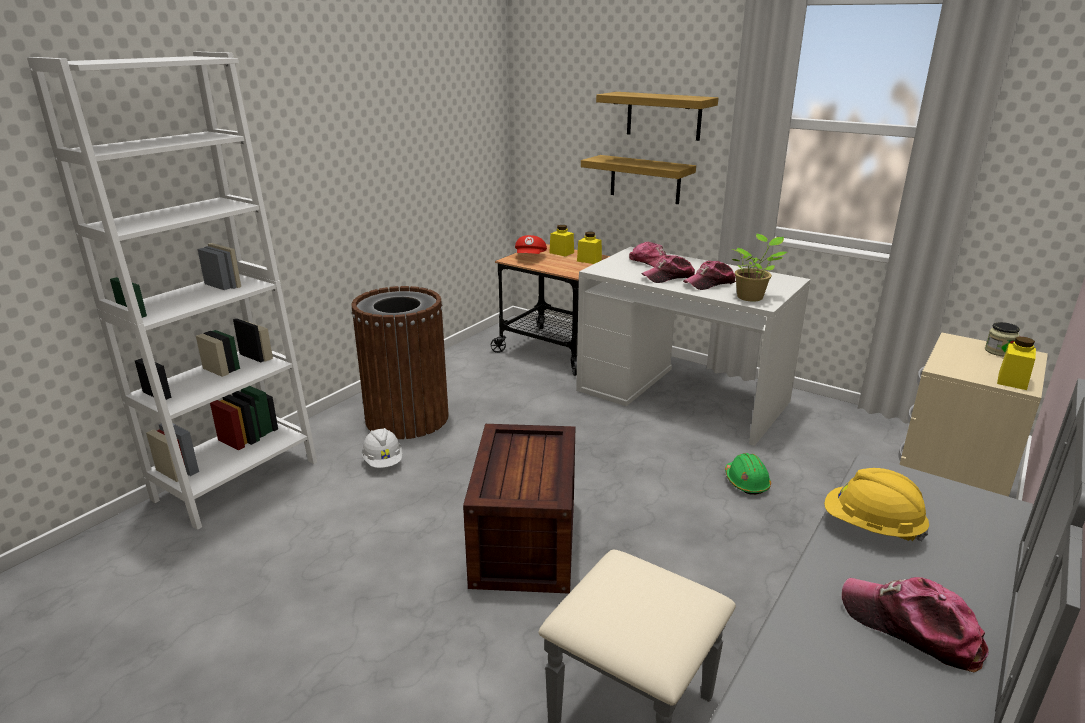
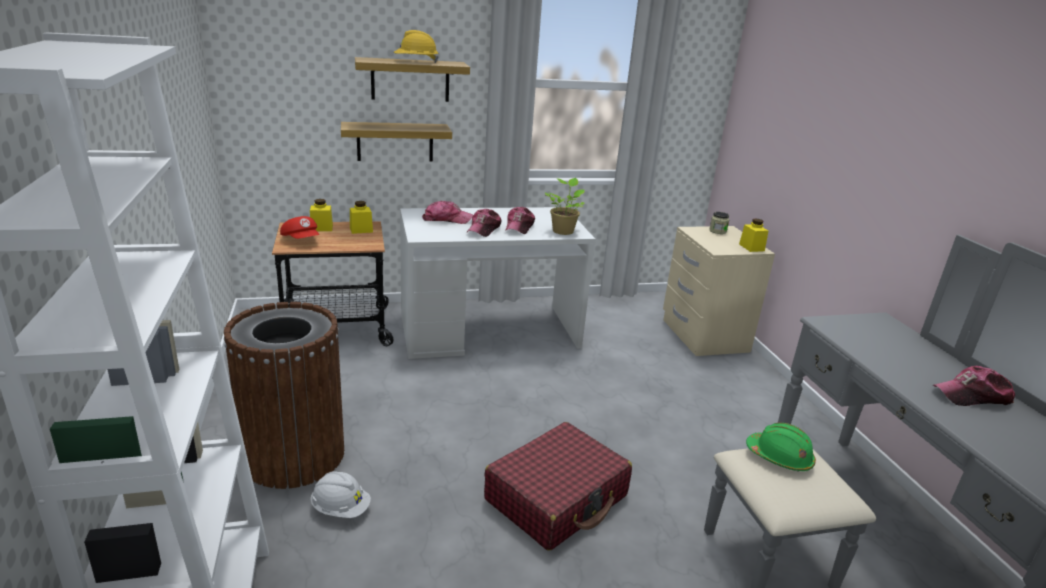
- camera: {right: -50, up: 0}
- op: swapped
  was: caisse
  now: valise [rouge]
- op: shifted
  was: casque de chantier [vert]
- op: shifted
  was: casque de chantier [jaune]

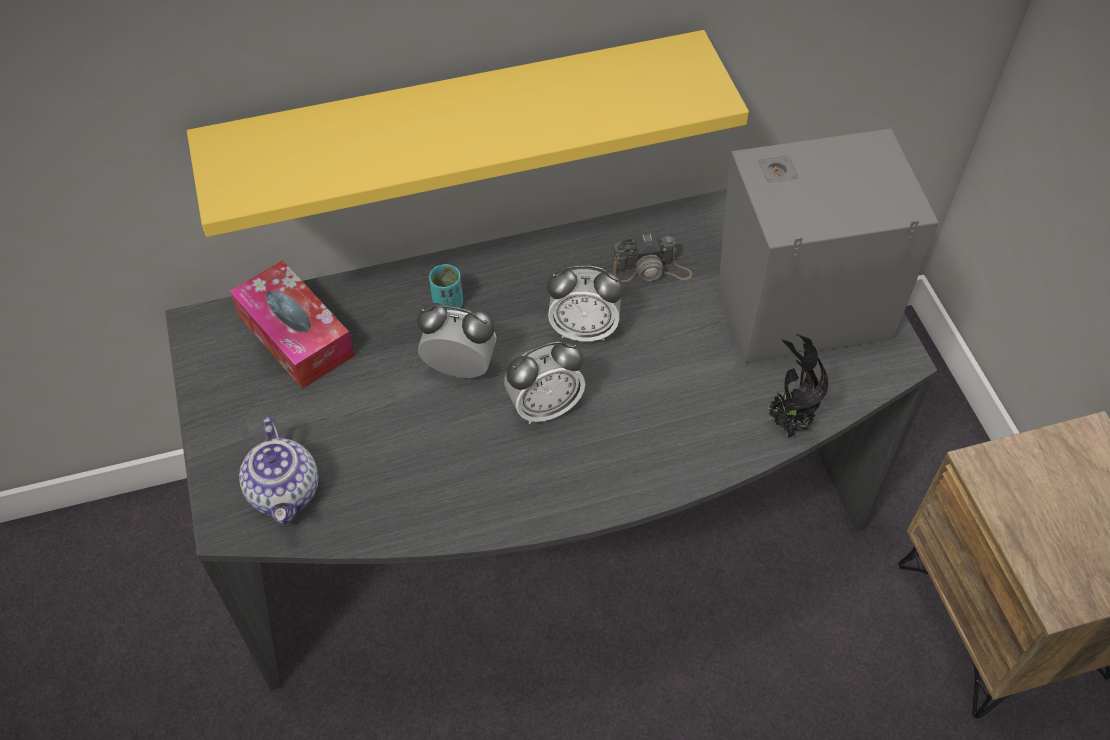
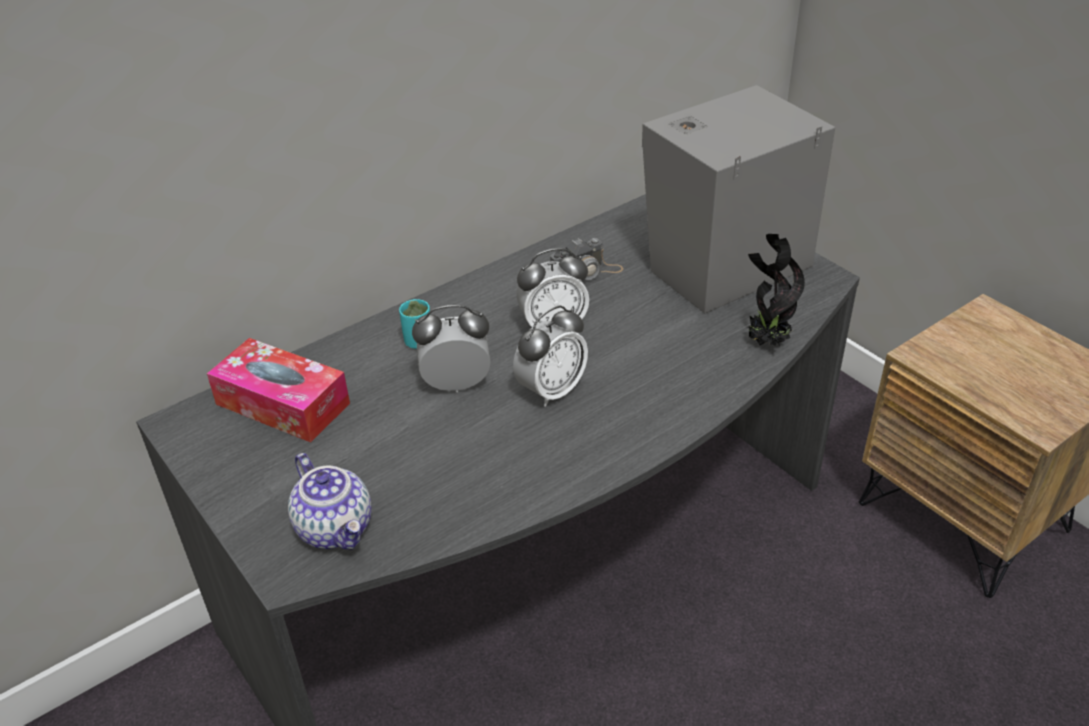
- camera: {right: -20, up: -15}
- op: gone
  was: étagère [jaune]

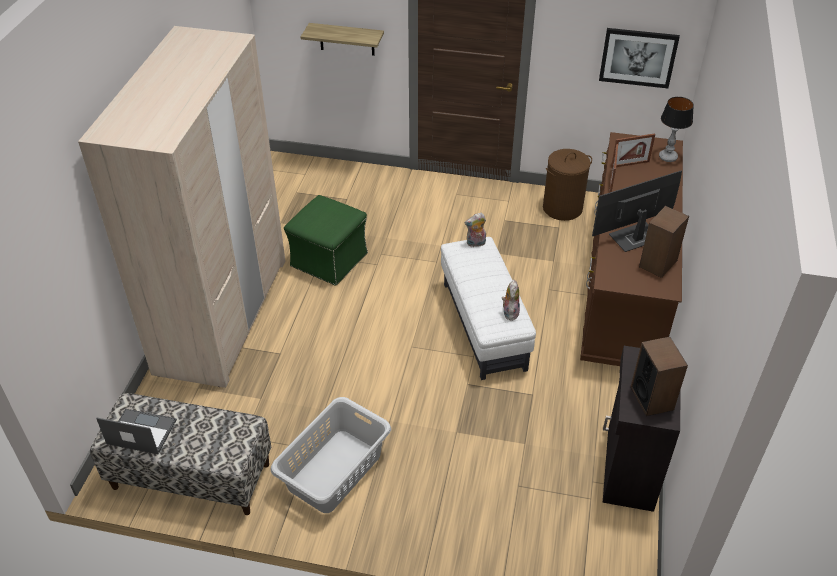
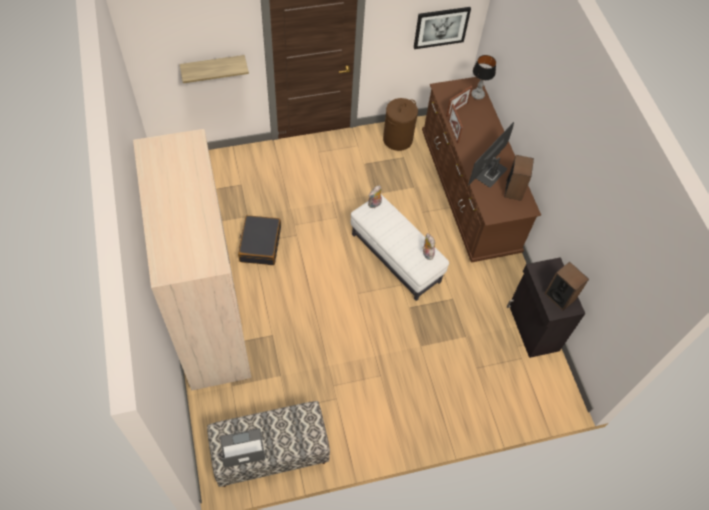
- camera: {right: -30, up: 15}
- op: swapped
  was: pouf [vert]
  now: valise [noir]
- op: gone
  was: panier à linge [gris]

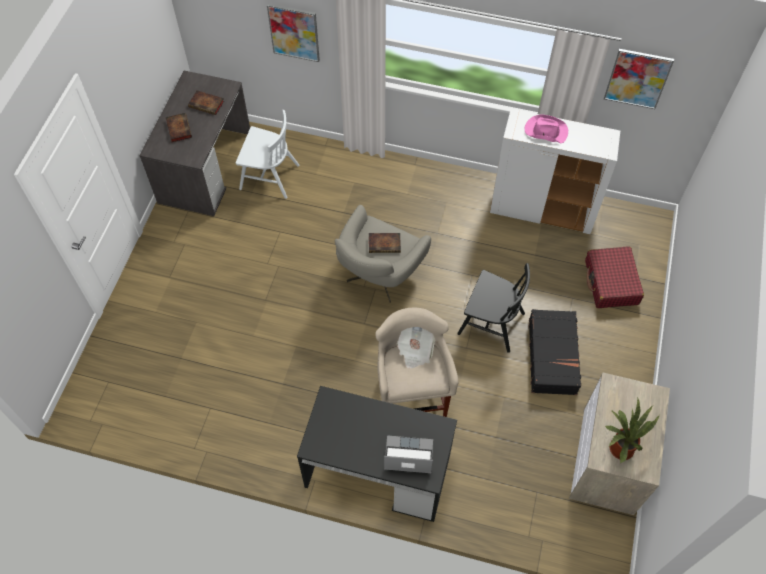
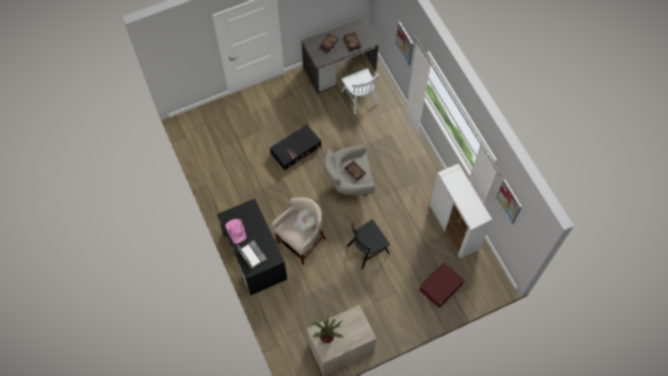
- camera: {right: 50, up: 5}
- op: shifted
  was: chapeau [rose]
- op: rotated
  was: chaise [noir]
  clockwise: 75
- op: shifted
  was: valise [noir]

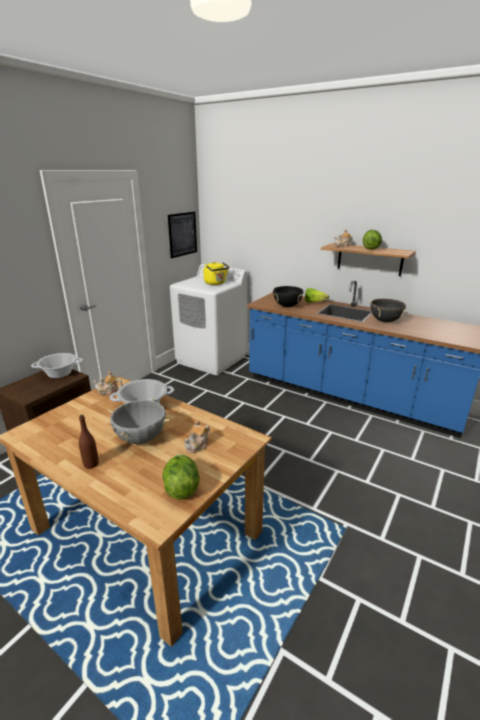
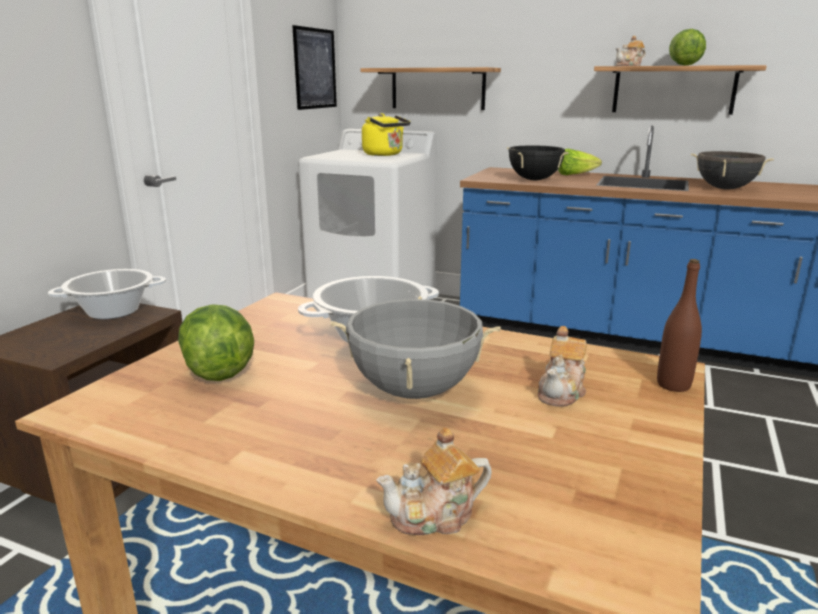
- camera: {right: -10, up: -5}
- op: shifted
  was: théière (no. 1 from left)
- op: shifted
  was: bouteille [marron]
- op: shifted
  was: laitue (no. 1 from left)
- op: new
  now: étagère (no. 1 from left)

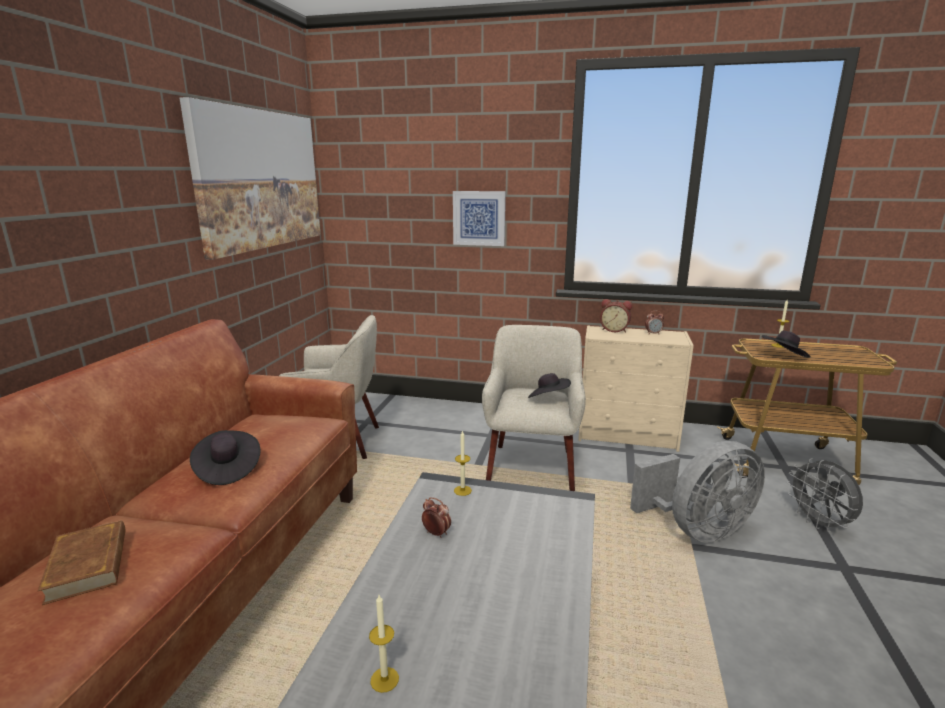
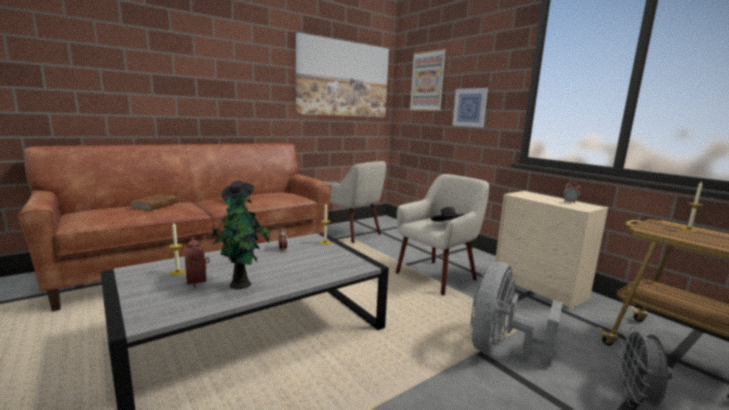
- camera: {right: 40, up: -5}
- op: shifted
  was: réveil (no. 2 from left in the first image)
  now: réveil (no. 1 from left)
- op: gone
  was: chapeau [noir] (no. 3 from left)
- op: rotated
  was: ventilateur [gris] (no. 1 from left)
  clockwise: 105
- op: new
  now: tableau (no. 2 from left)
- op: new
  now: plante en pot

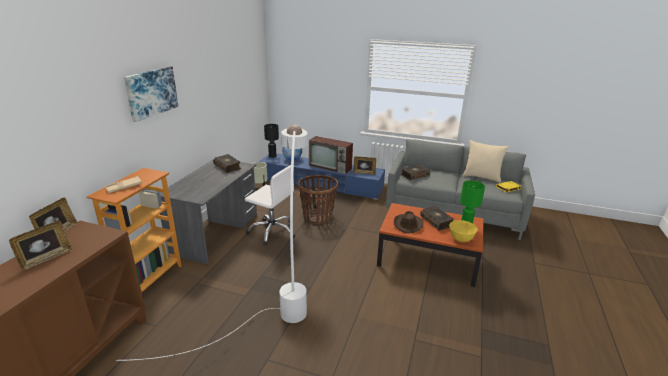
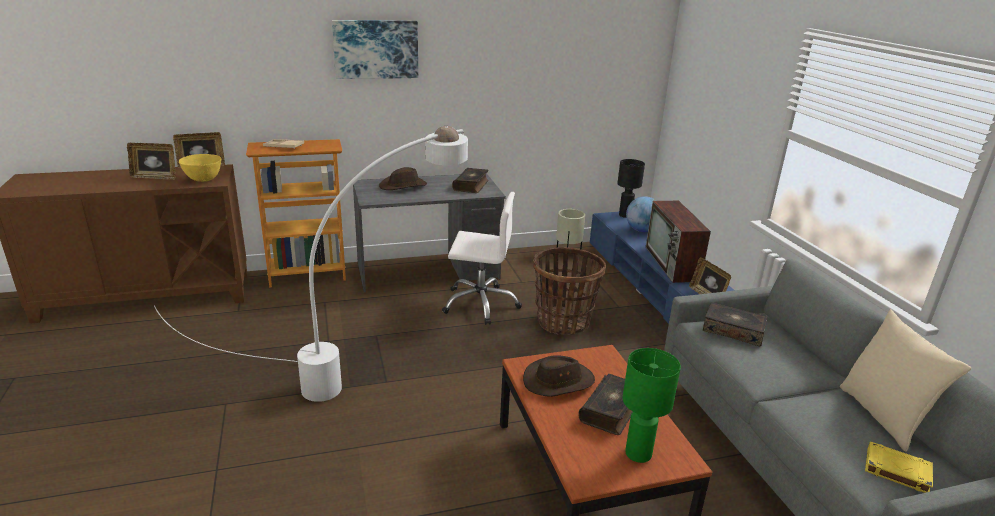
- camera: {right: 55, up: 0}
- op: rotated
  was: chaise de bureau [blanc]
  clockwise: -75
- op: shifted
  was: bol [jaune]
- op: new
  now: chapeau [marron] (no. 1 from left)

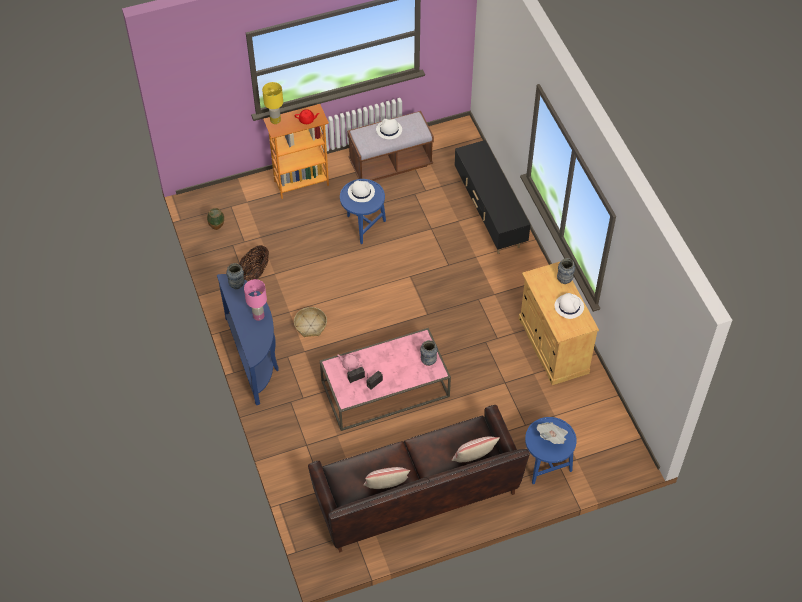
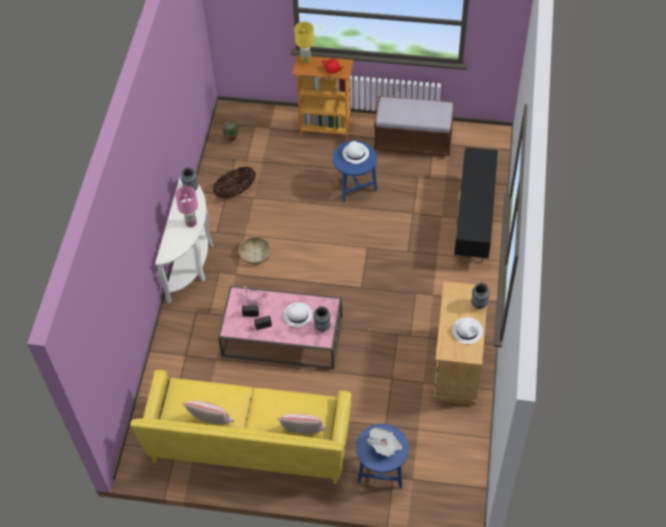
- camera: {right: 30, up: 0}
- op: shifted
  was: chapeau [blanc] (no. 2 from left in the first image)
  now: chapeau [blanc] (no. 1 from left)
- op: repainted
  was: table console [bleu]
  now: table console [blanc]
- op: repainted
  was: canapé [marron]
  now: canapé [jaune]

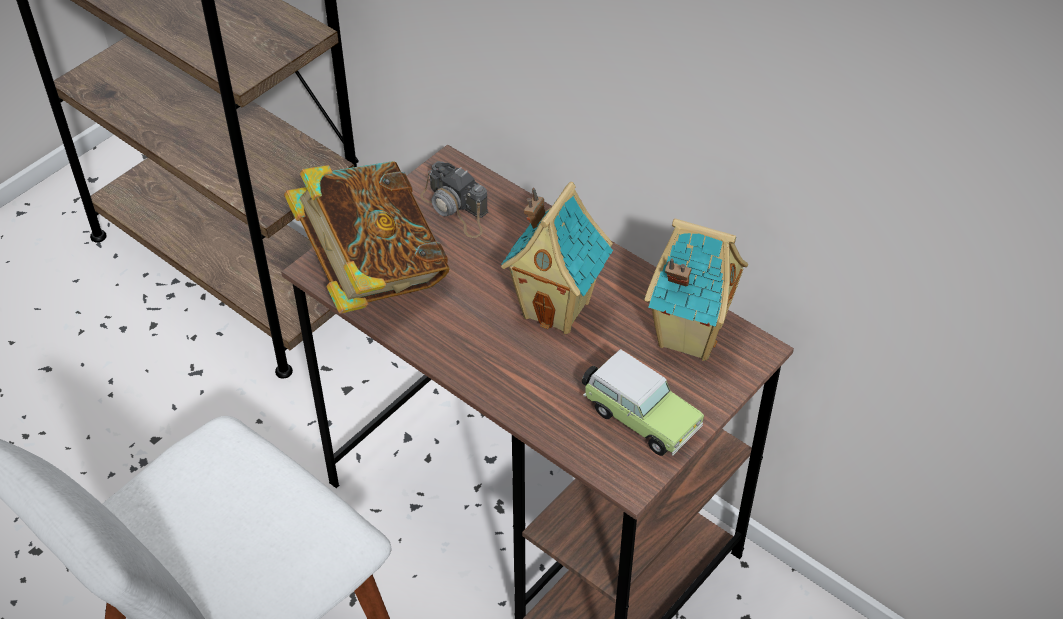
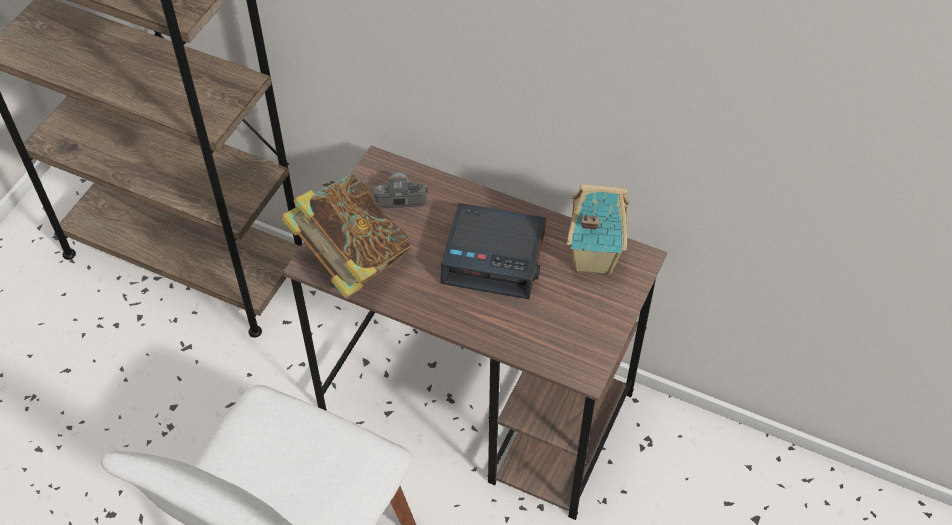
- camera: {right: -15, up: 5}
- op: rotated
  was: appareil photo
  clockwise: 150
- op: swapped
  was: maison miniature (no. 1 from left)
  now: réveil
- op: gone
  was: petite voiture

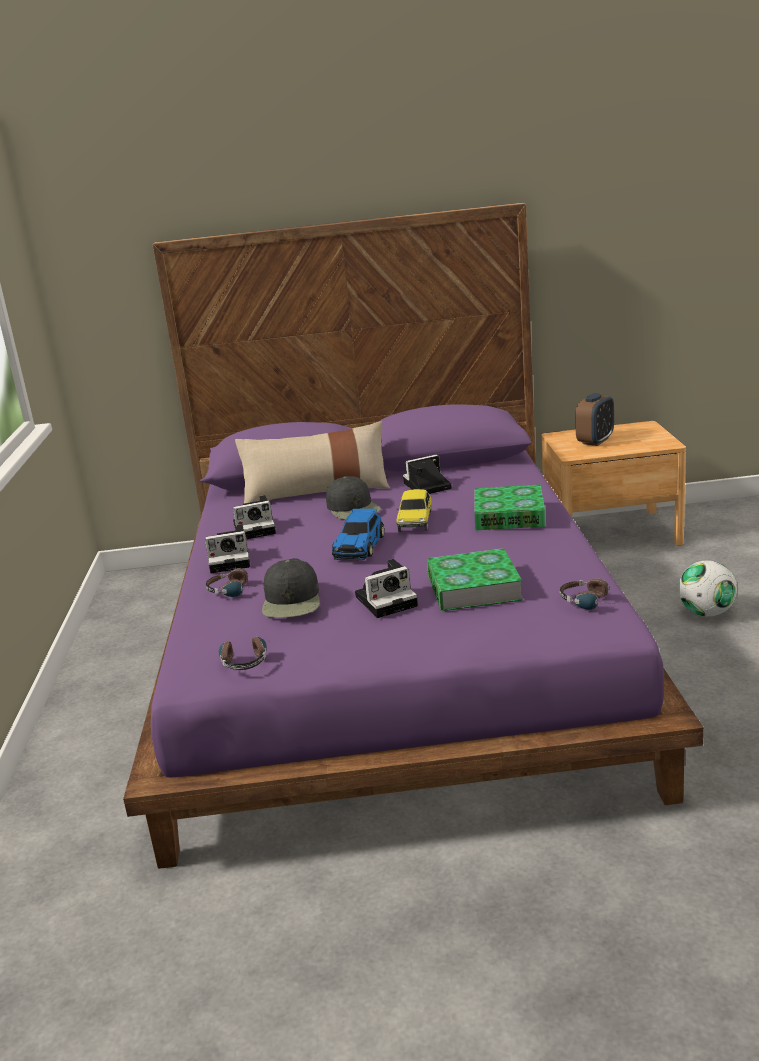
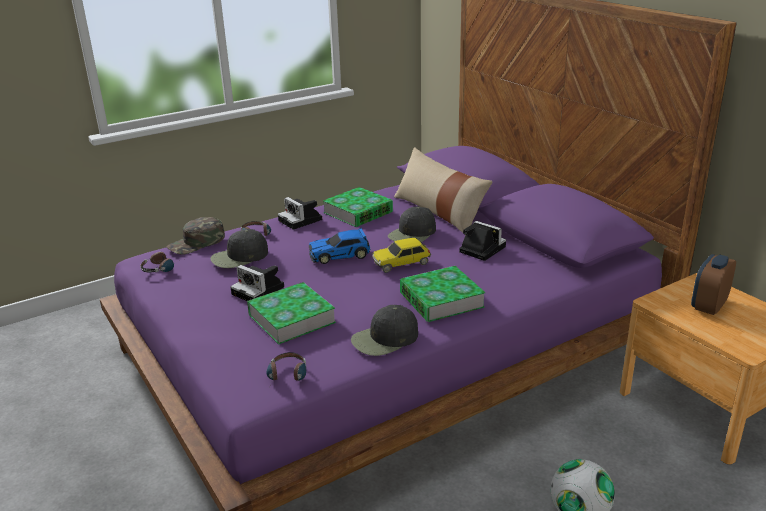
- camera: {right: 60, up: 5}
- op: rotated
  was: réveil
  clockwise: 120
- op: swapped
  was: appareil photo (no. 2 from left)
  now: livre (no. 2 from left)
- op: new
  now: casquette [vert]
- op: new
  now: casquette [noir] (no. 2 from left)

